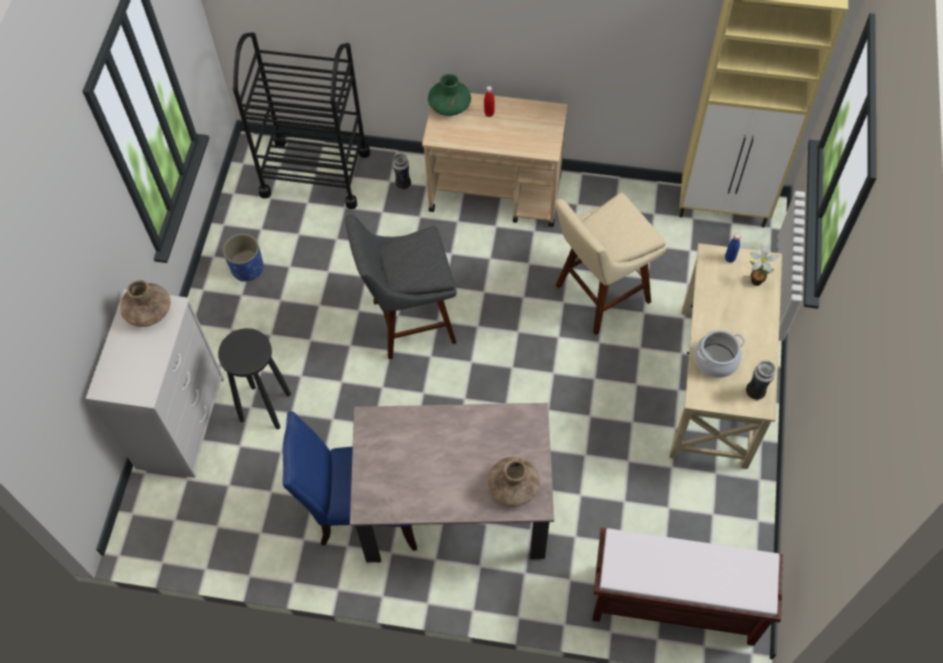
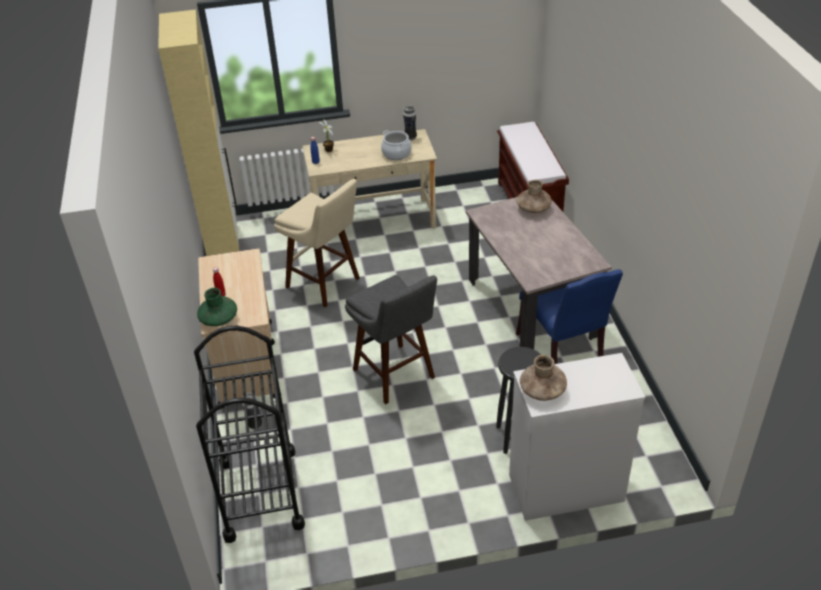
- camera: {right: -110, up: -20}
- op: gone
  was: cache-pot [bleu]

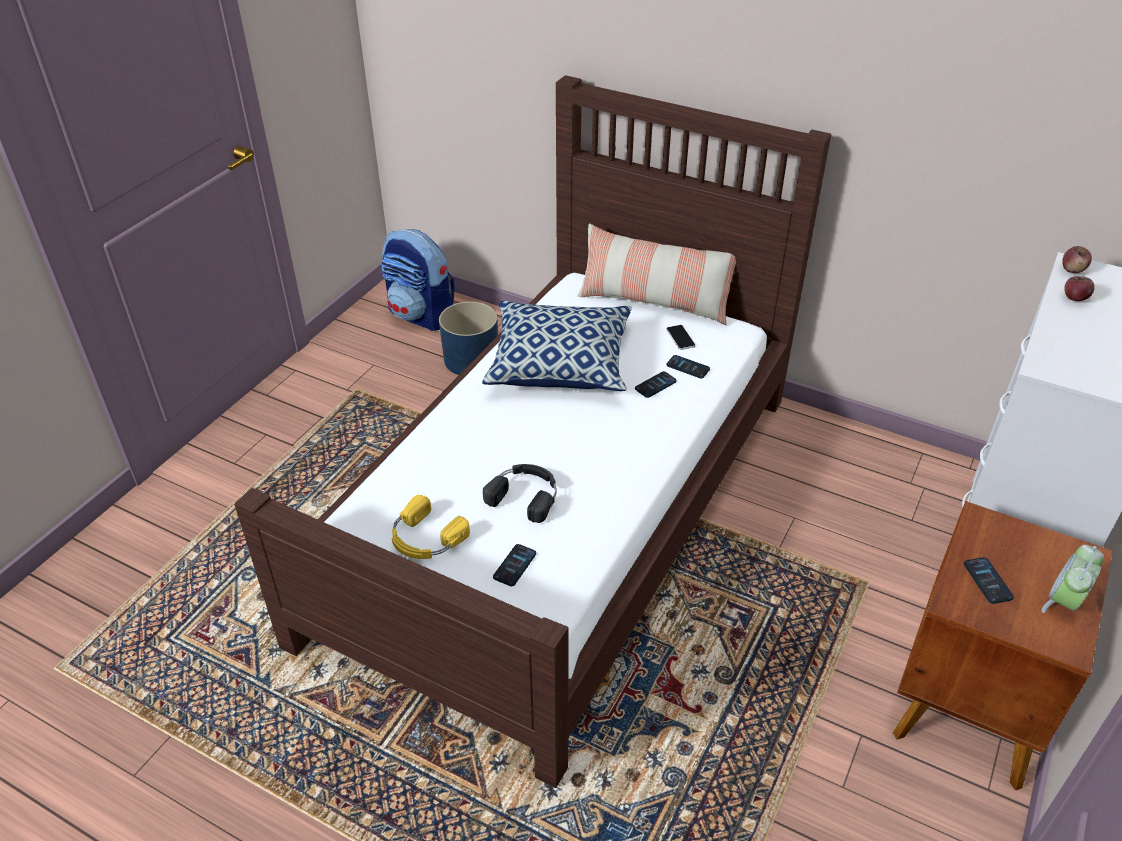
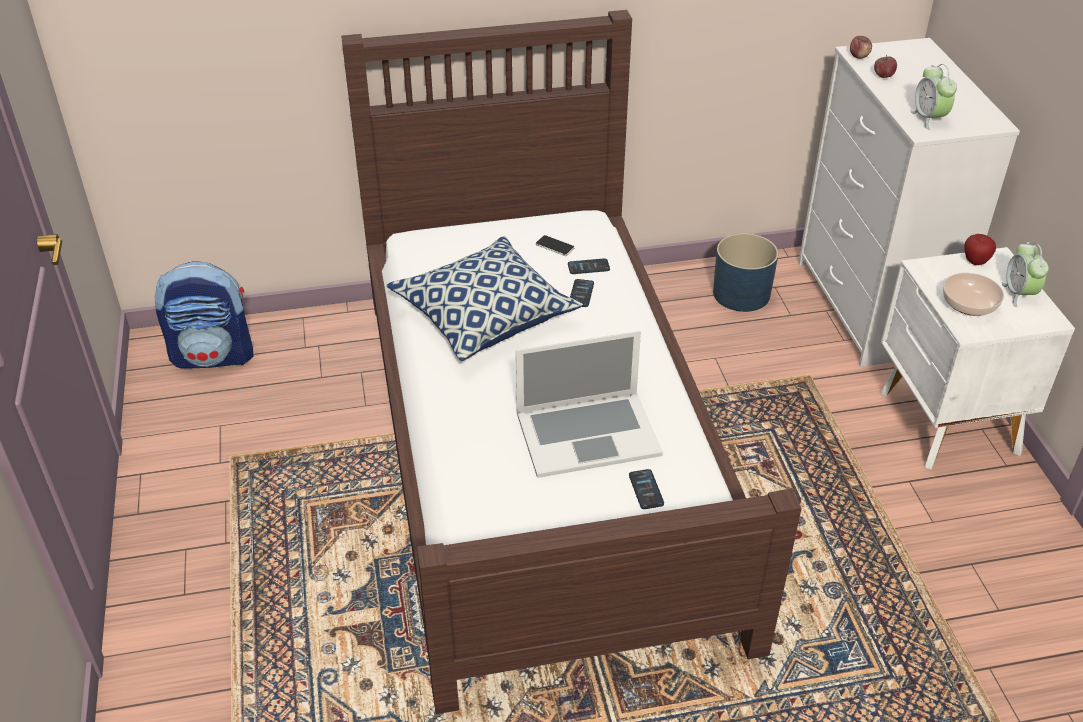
- camera: {right: -40, up: 0}
- op: gone
  was: coussin (no. 2 from left)
- op: shifted
  was: cache-pot [bleu]
- op: swapped
  was: casque audio [noir]
  now: ordinateur portable
- op: gone
  was: casque audio [jaune]
- op: repainted
  was: table de chevet [marron]
  now: table de chevet [blanc]
- op: swapped
  was: téléphone (no. 5 from left)
  now: bol
- op: new
  now: réveil (no. 1 from left)
- op: new
  now: pomme (no. 3 from left)

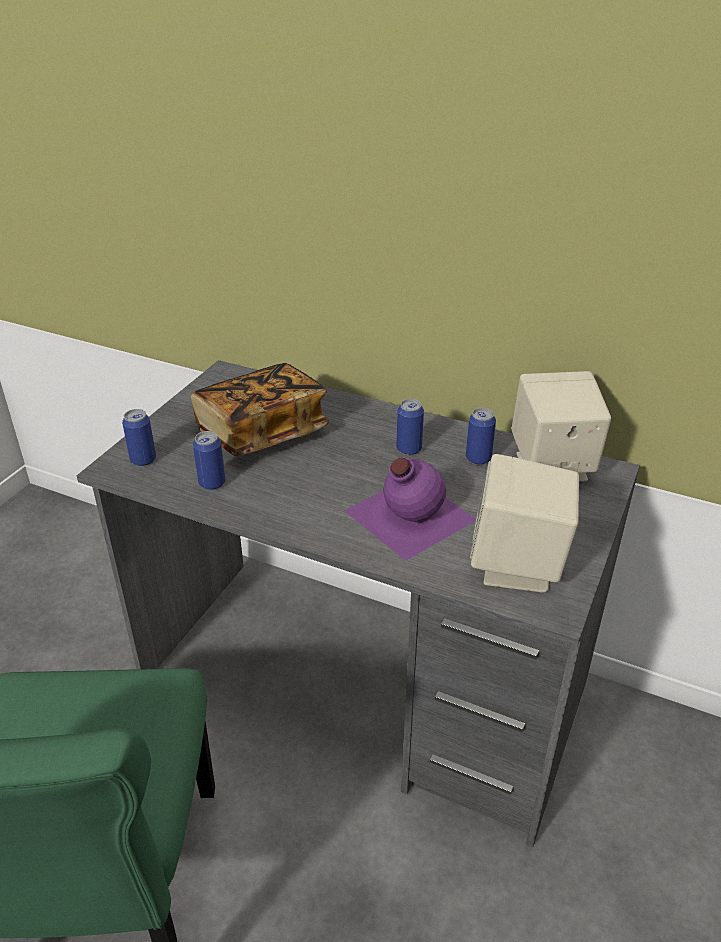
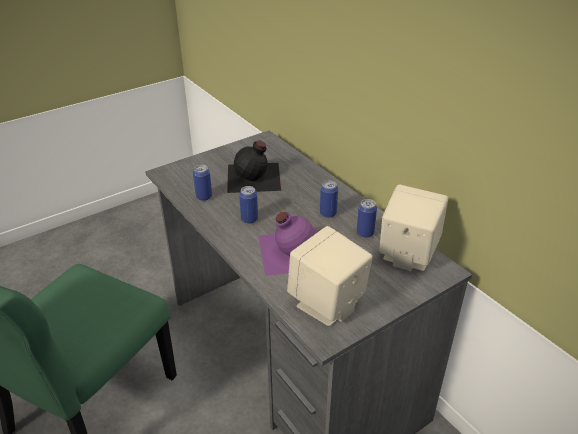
- camera: {right: 30, up: 0}
- op: swapped
  was: livre
  now: bouteille [noir]
- op: shifted
  was: boîte métallique (no. 1 from left in the first image)
  now: boîte métallique (no. 2 from left)

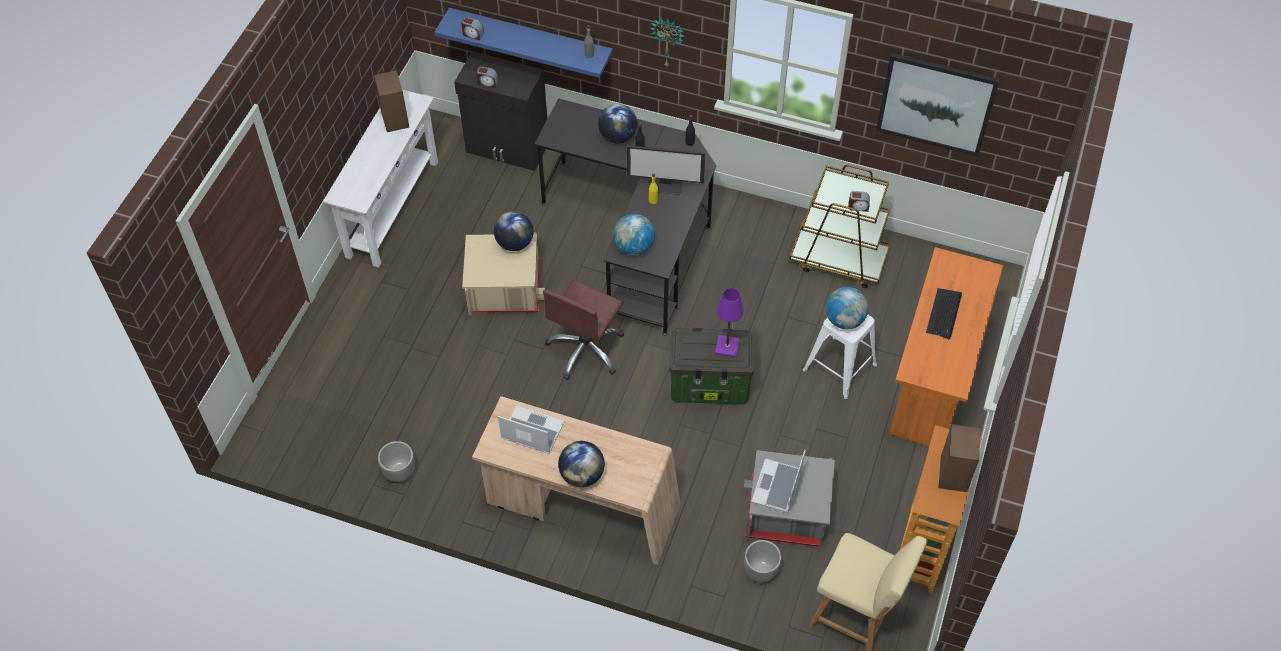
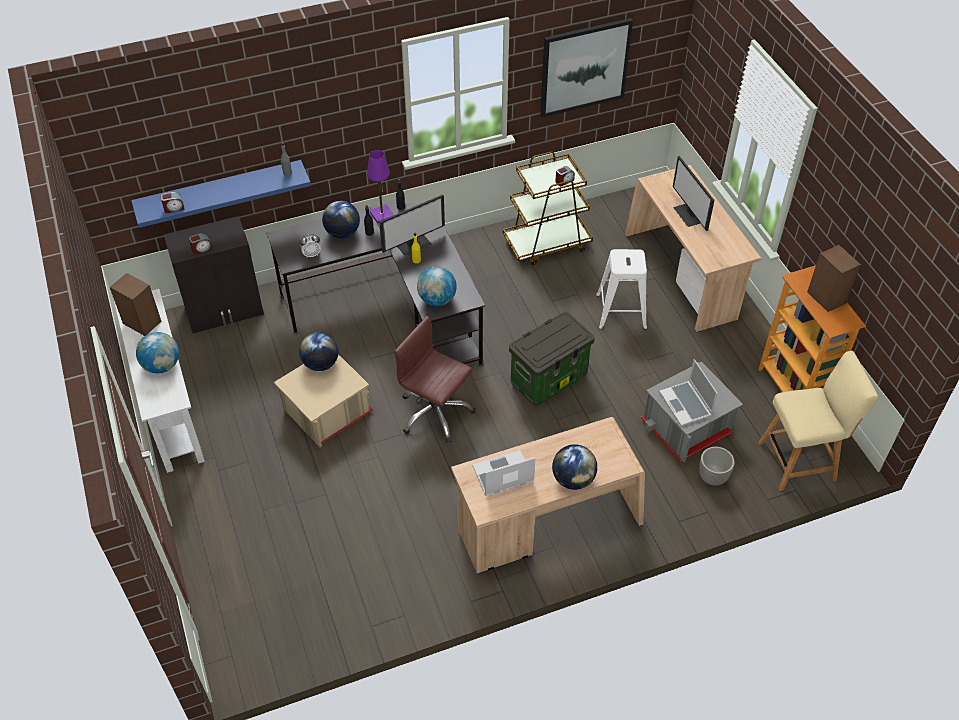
- camera: {right: -40, up: -5}
- op: gone
  was: horloge murale
- op: repainted
  was: bureau [orange]
  now: bureau [beige] (no. 2 from left)
- op: rotated
  was: chaise de bureau [marron]
  clockwise: 135
- op: shifted
  was: globe (no. 5 from left in the first image)
  now: globe (no. 1 from left)
- op: shifted
  was: lampe de table [violet]
- op: swapped
  was: clavier
  now: écran d'ordinateur (no. 2 from left)
- op: gone
  was: cache-pot (no. 1 from left)
- op: new
  now: réveil (no. 3 from left)

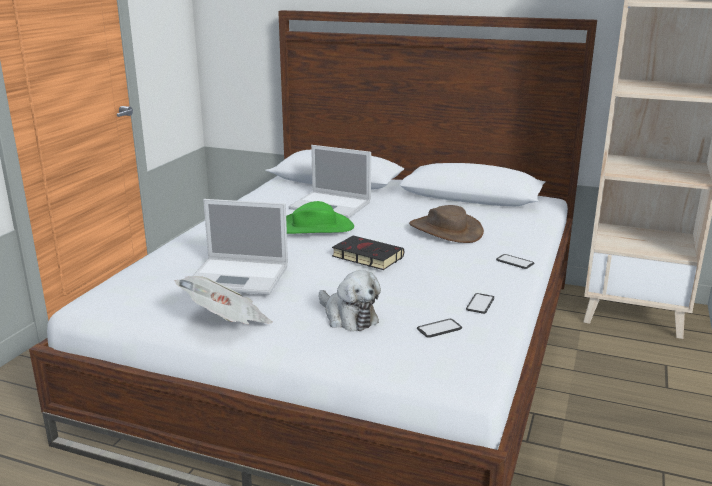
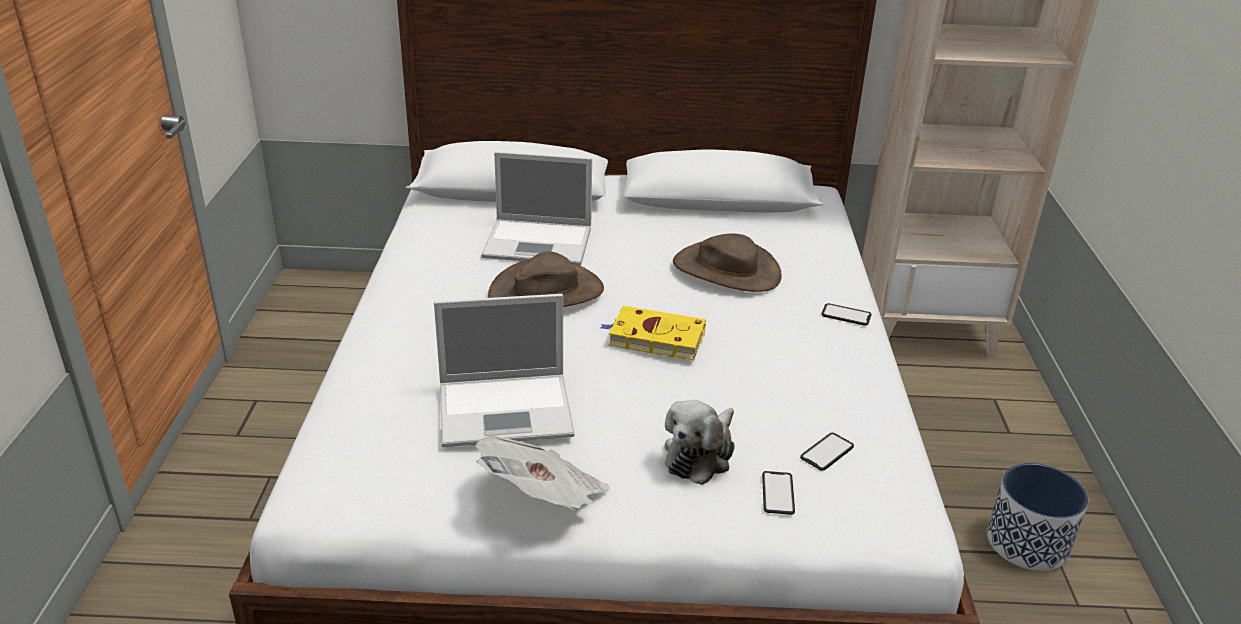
- camera: {right: -20, up: 10}
- op: repainted
  was: chapeau [vert]
  now: chapeau [marron] (no. 1 from left)
- op: repainted
  was: livre [noir]
  now: livre [jaune]
- op: rotated
  was: peluche
  clockwise: 90
- op: shifted
  was: téléphone (no. 2 from left in the first image)
  now: téléphone (no. 1 from left)
- op: new
  now: cache-pot

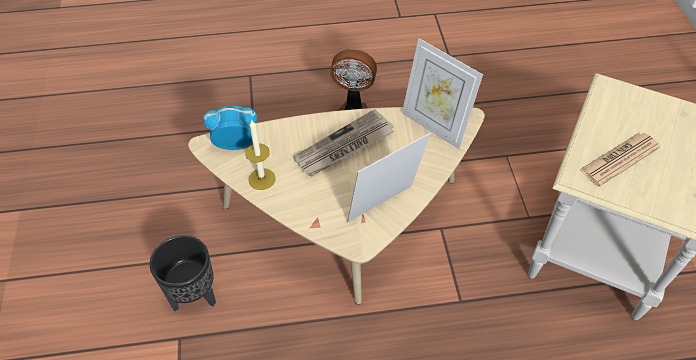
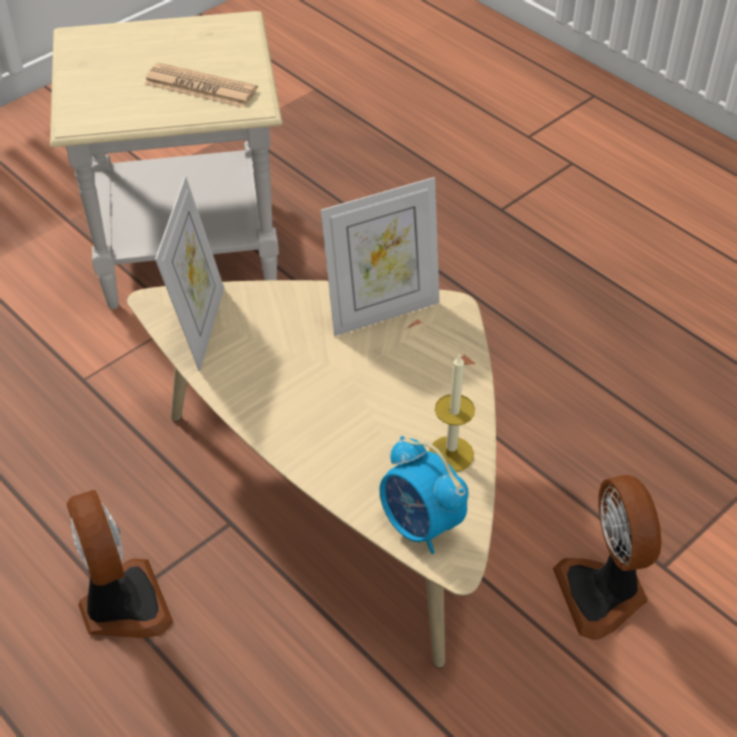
- camera: {right: -125, up: -5}
- op: gone
  was: journal (no. 1 from left)
- op: rotated
  was: cadre photo (no. 1 from left in the first image)
  clockwise: -45
- op: swapped
  was: cache-pot [noir]
  now: ventilateur (no. 2 from left)

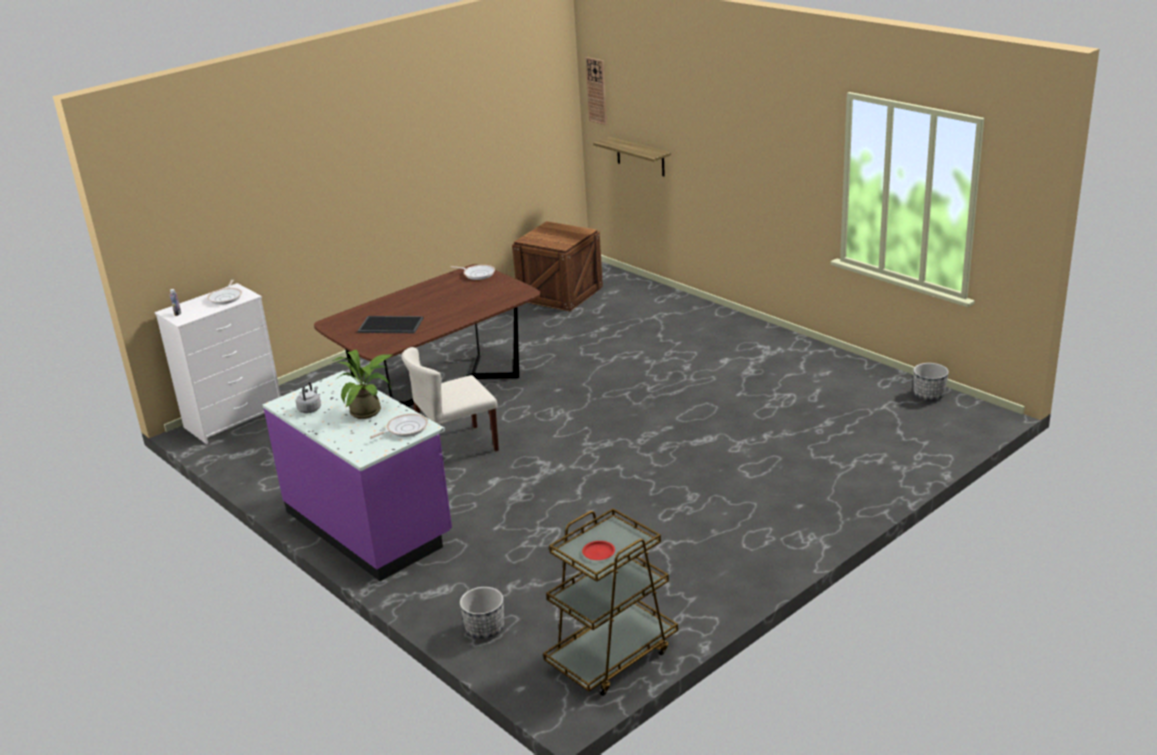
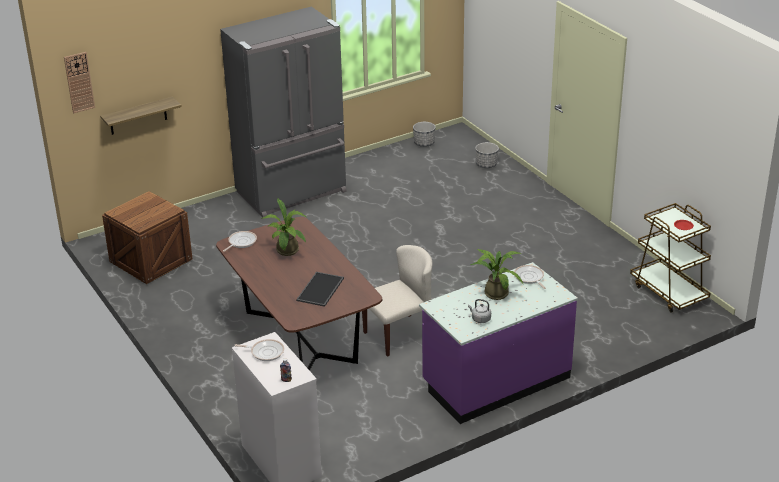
- camera: {right: -80, up: 5}
- op: rotated
  was: chaise [beige]
  clockwise: -105
- op: shifted
  was: cache-pot (no. 1 from left in the first image)
  now: cache-pot (no. 2 from left)
- op: new
  now: réfrigérateur [gris]
- op: new
  now: plante en pot (no. 1 from left)

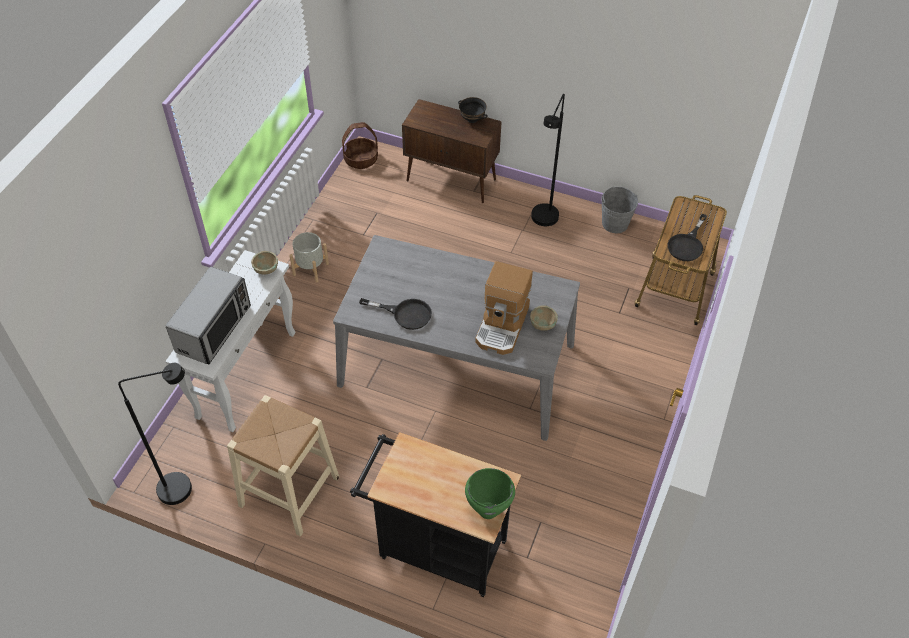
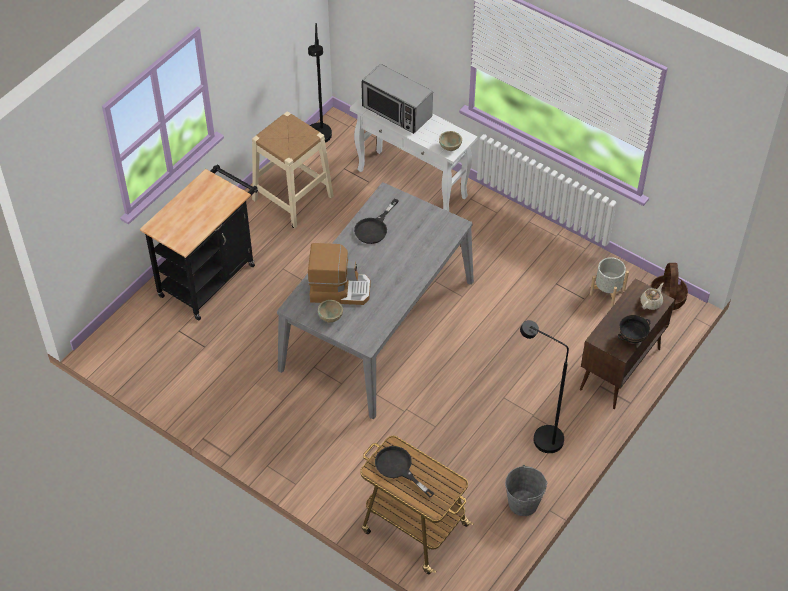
- camera: {right: 105, up: 0}
- op: shifted
  was: cache-pot [gris]
- op: rotated
  was: machine à café
  clockwise: 150
- op: gone
  was: marmite [vert]
- op: new
  now: théière [beige]

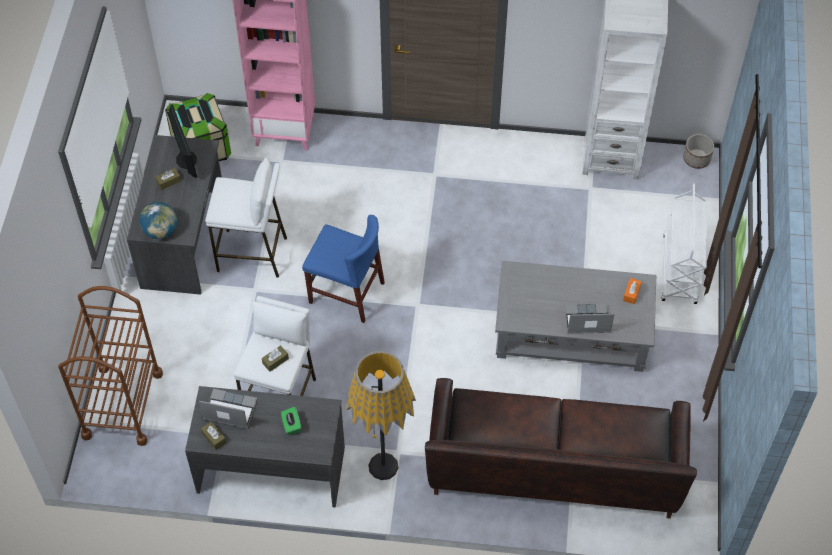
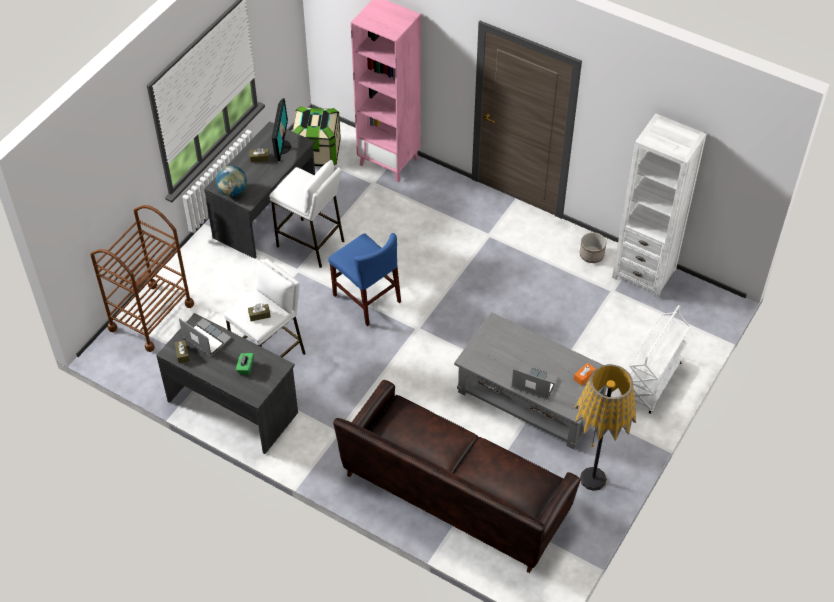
- camera: {right: 25, up: -5}
- op: shifted
  was: cache-pot
- op: shifted
  was: lampadaire

